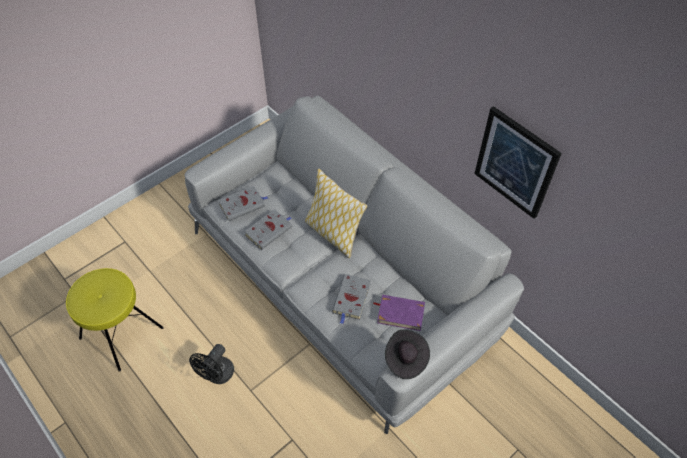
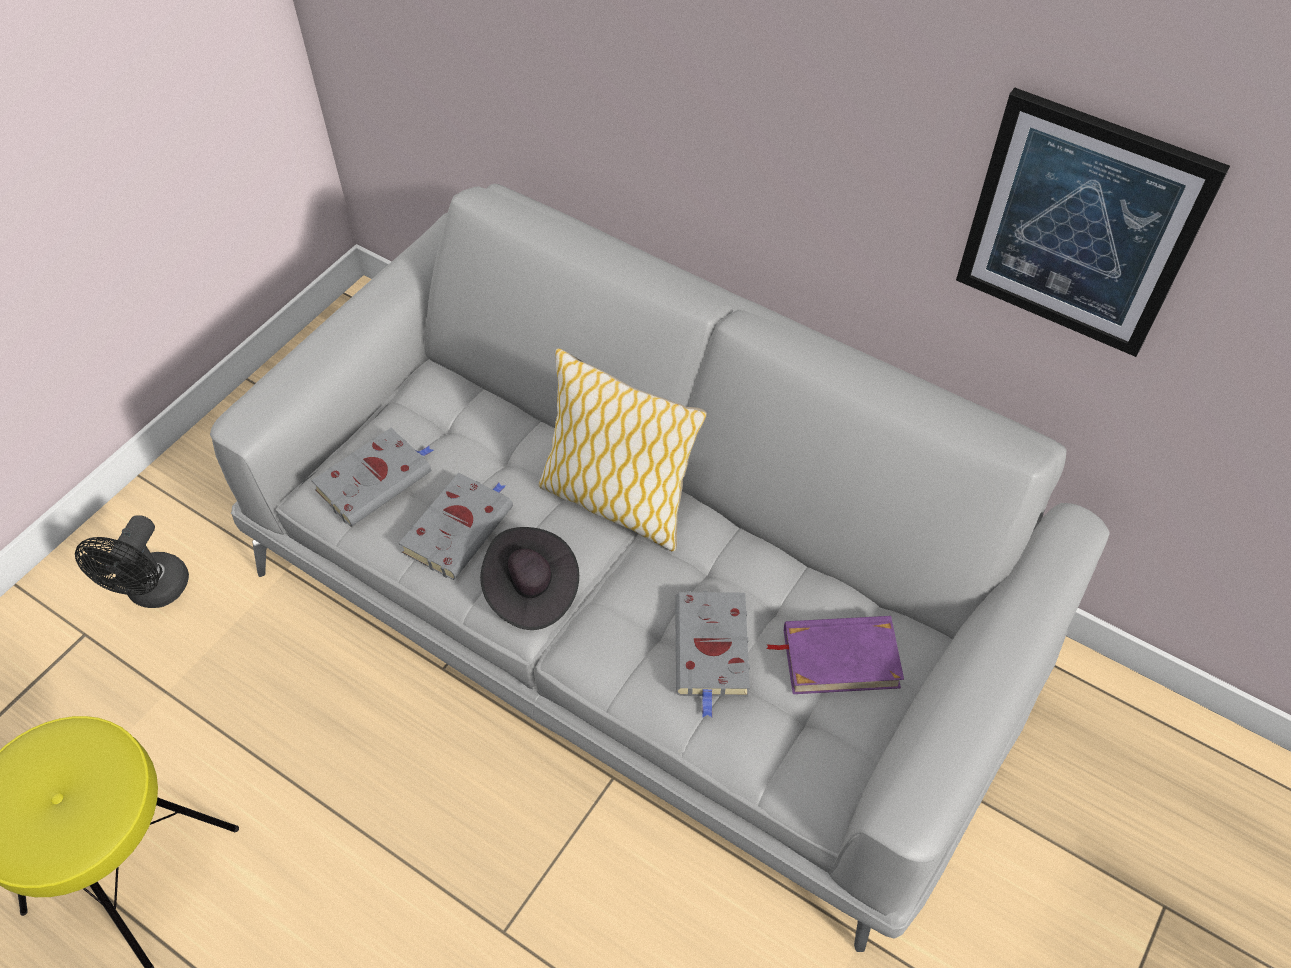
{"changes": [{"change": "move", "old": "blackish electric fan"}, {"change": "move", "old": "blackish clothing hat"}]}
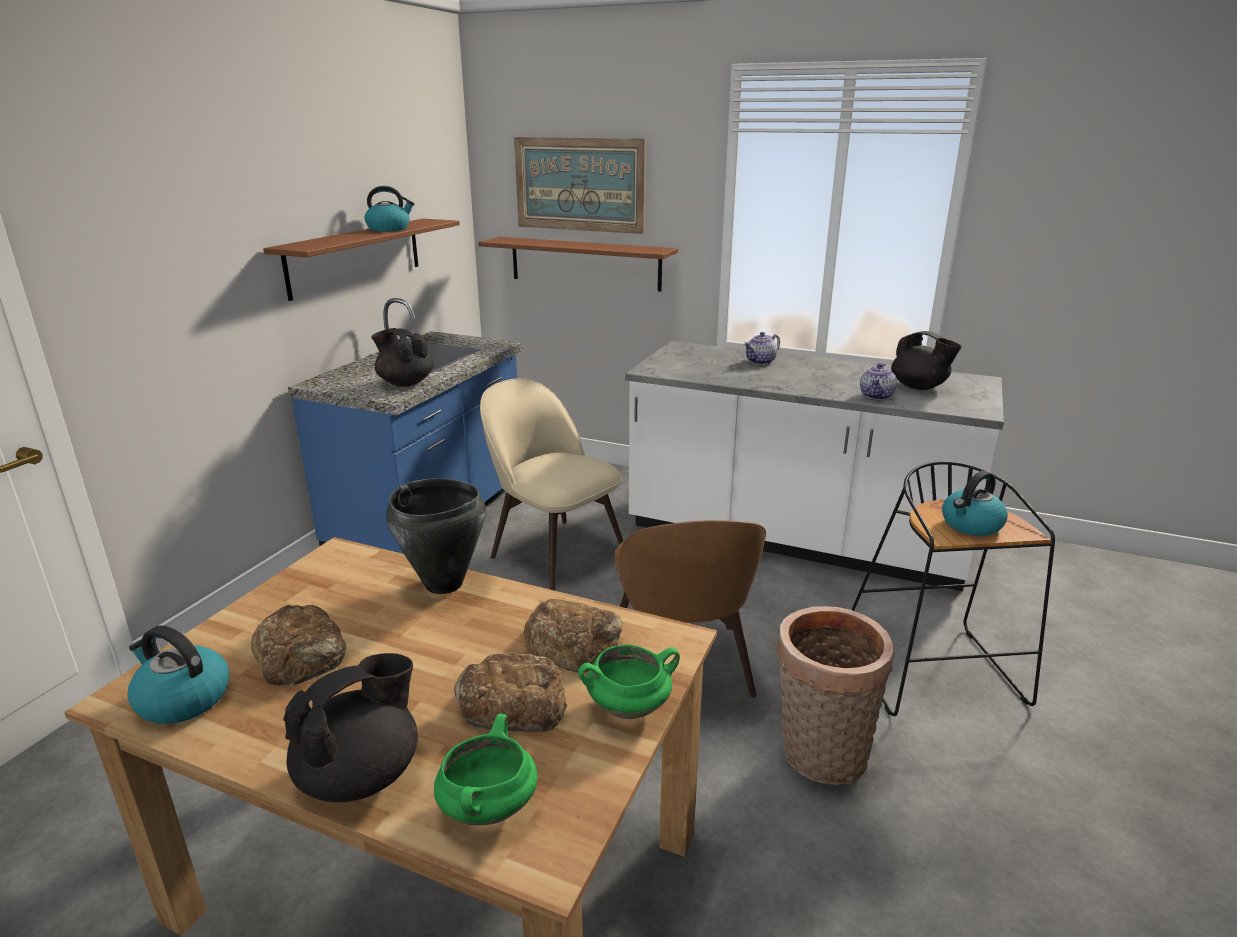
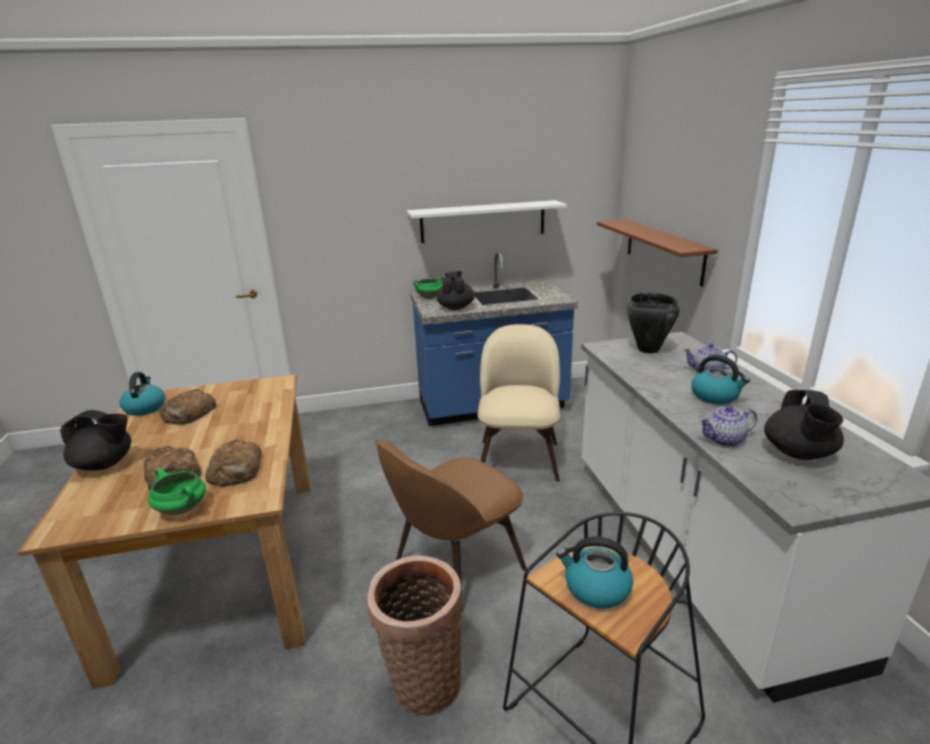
{"changes": [{"change": "recolor", "old": "brownish wall shelf (1st from left)", "new": "white wall shelf"}, {"change": "move", "old": "green-coloured saucepot (1st from left in the first image)", "new": "green-coloured saucepot (2nd from left)"}, {"change": "move", "old": "blackish saucepot"}, {"change": "move", "old": "tea kettle (2nd from left in the first image)", "new": "tea kettle (3rd from left)"}, {"change": "delete", "old": "wall picture"}]}
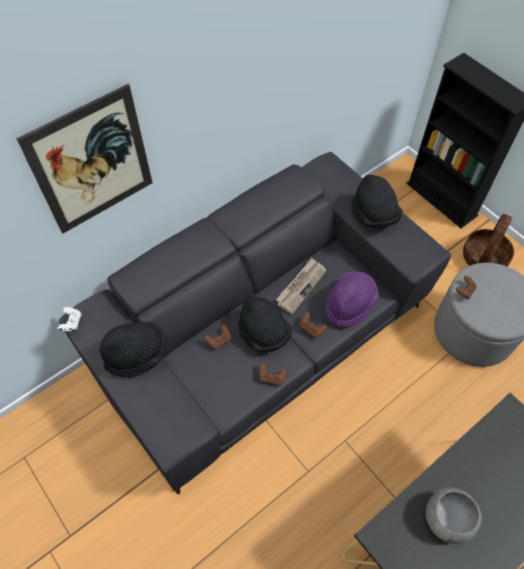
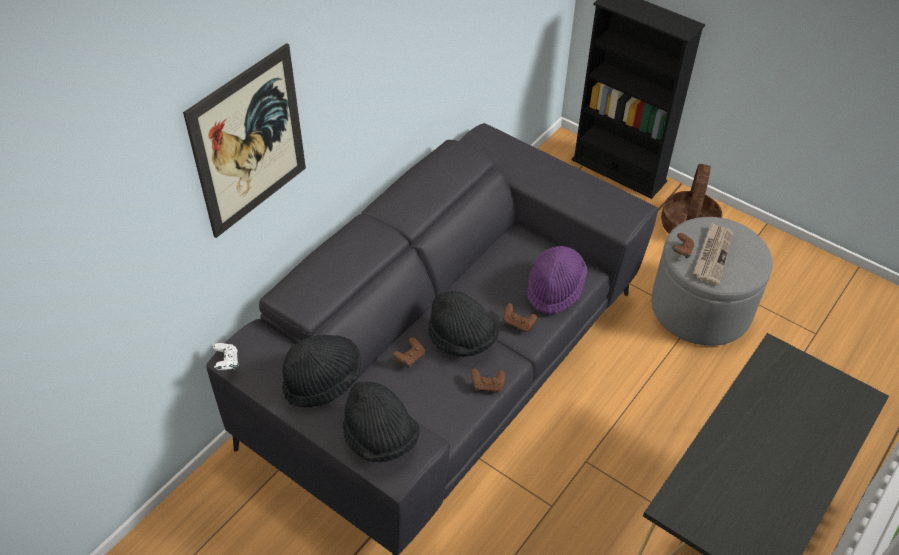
{"changes": [{"change": "move", "old": "blackish clothing hat (3rd from left in the first image)", "new": "blackish clothing hat (2nd from left)"}, {"change": "move", "old": "newspaper"}, {"change": "delete", "old": "gray serving bowl"}]}
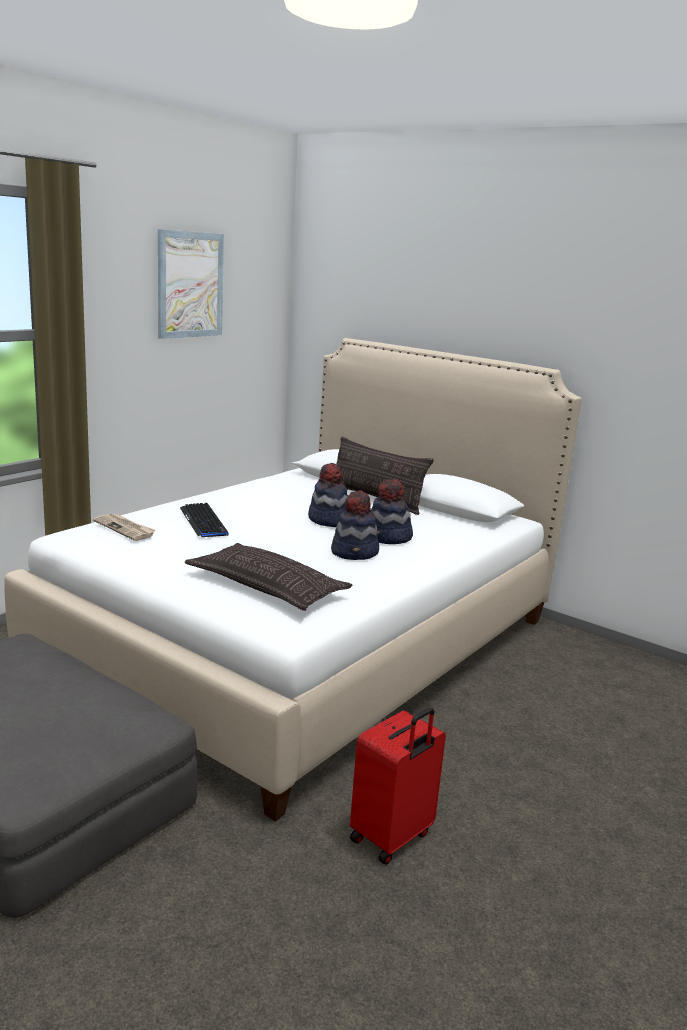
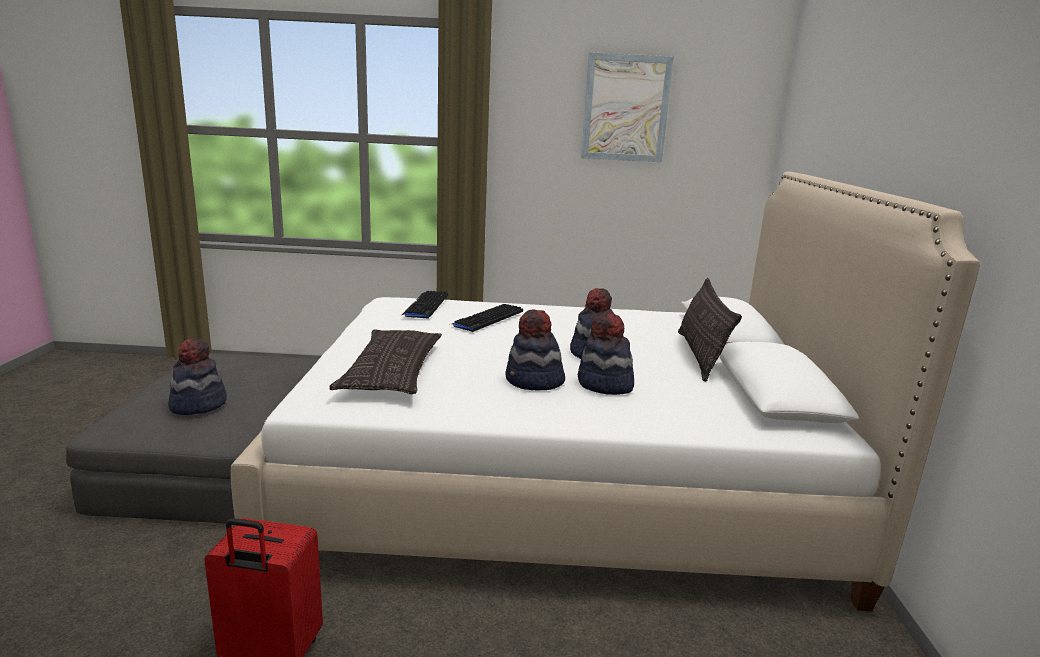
{"changes": [{"change": "insert", "new": "clothing hat (1st from left)"}, {"change": "replace", "old": "newspaper", "new": "PC keyboard (1st from left)"}]}
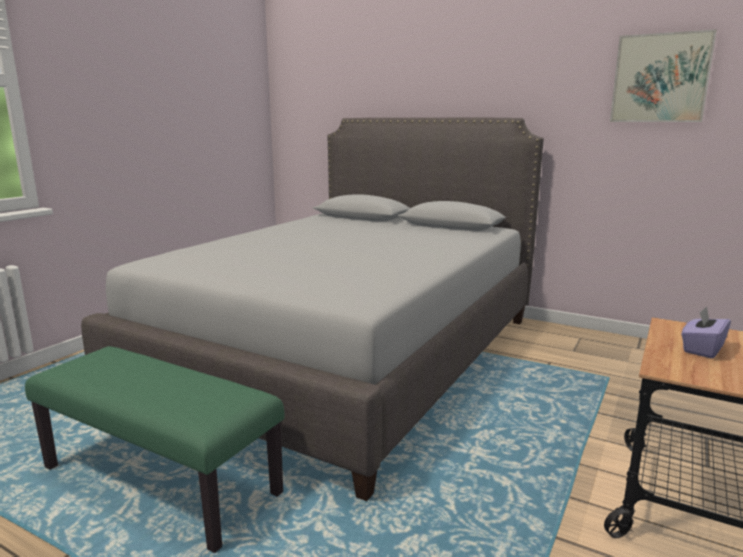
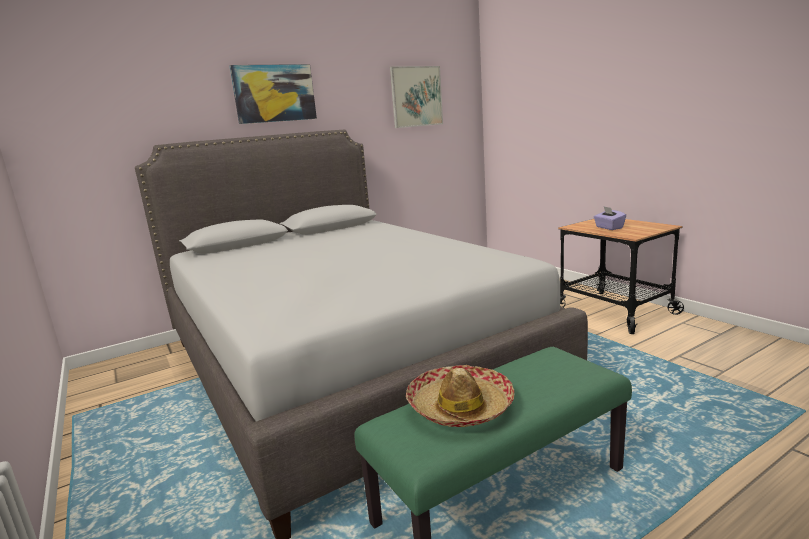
{"changes": [{"change": "insert", "new": "wall picture (1st from left)"}, {"change": "insert", "new": "clothing hat"}]}
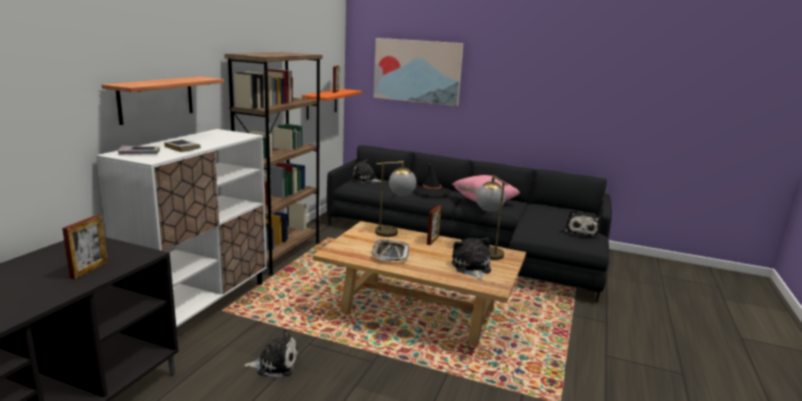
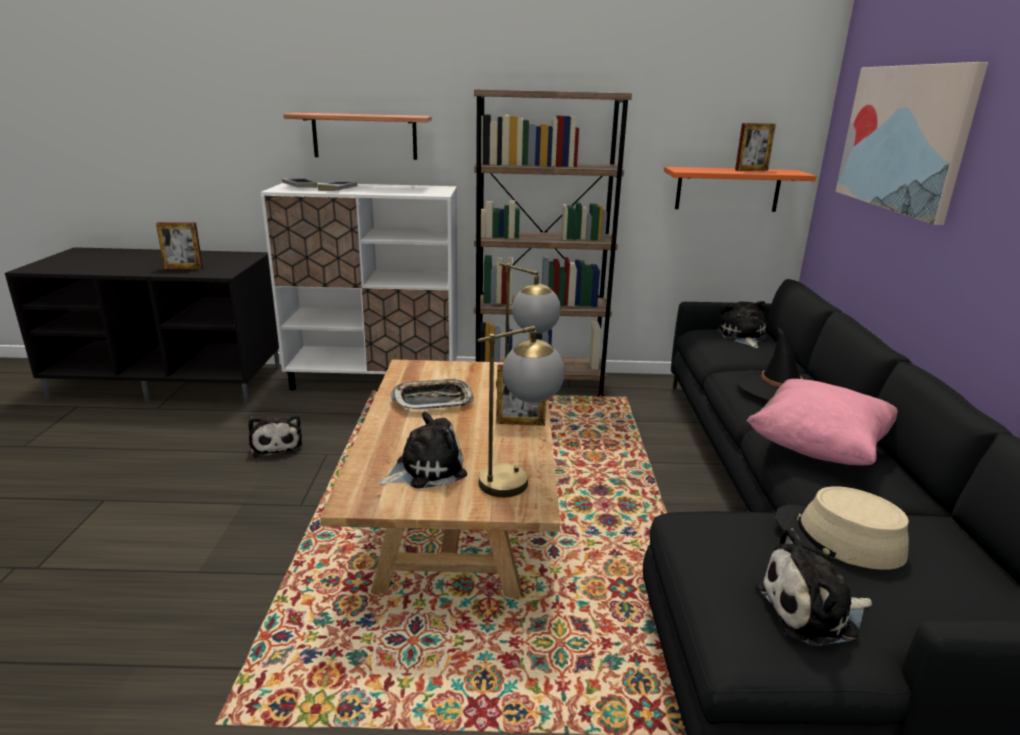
{"changes": [{"change": "insert", "new": "beige-coloured clothing hat"}]}
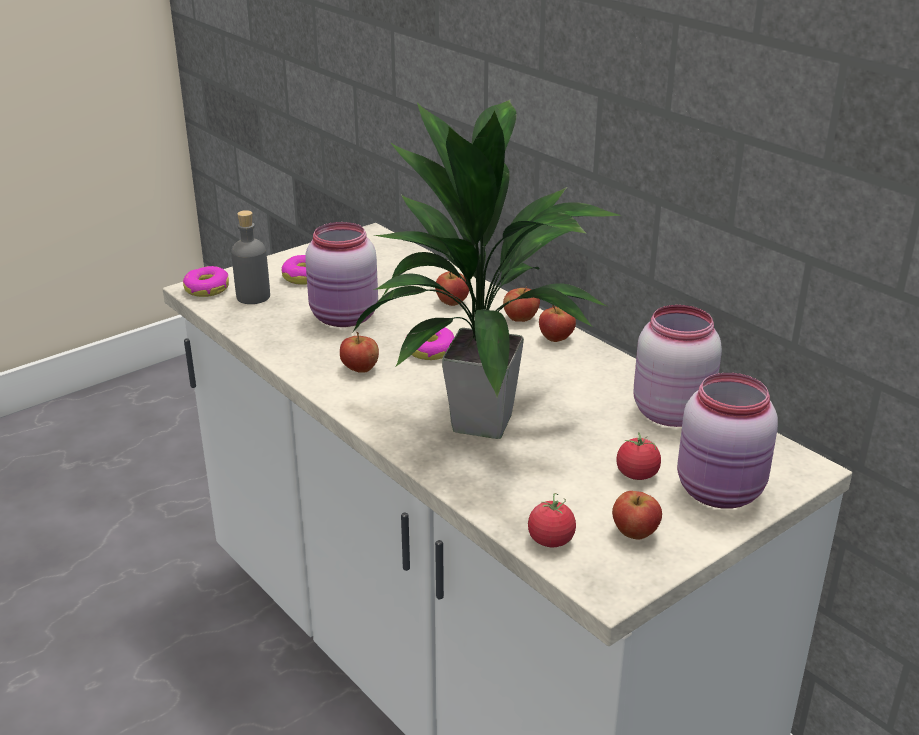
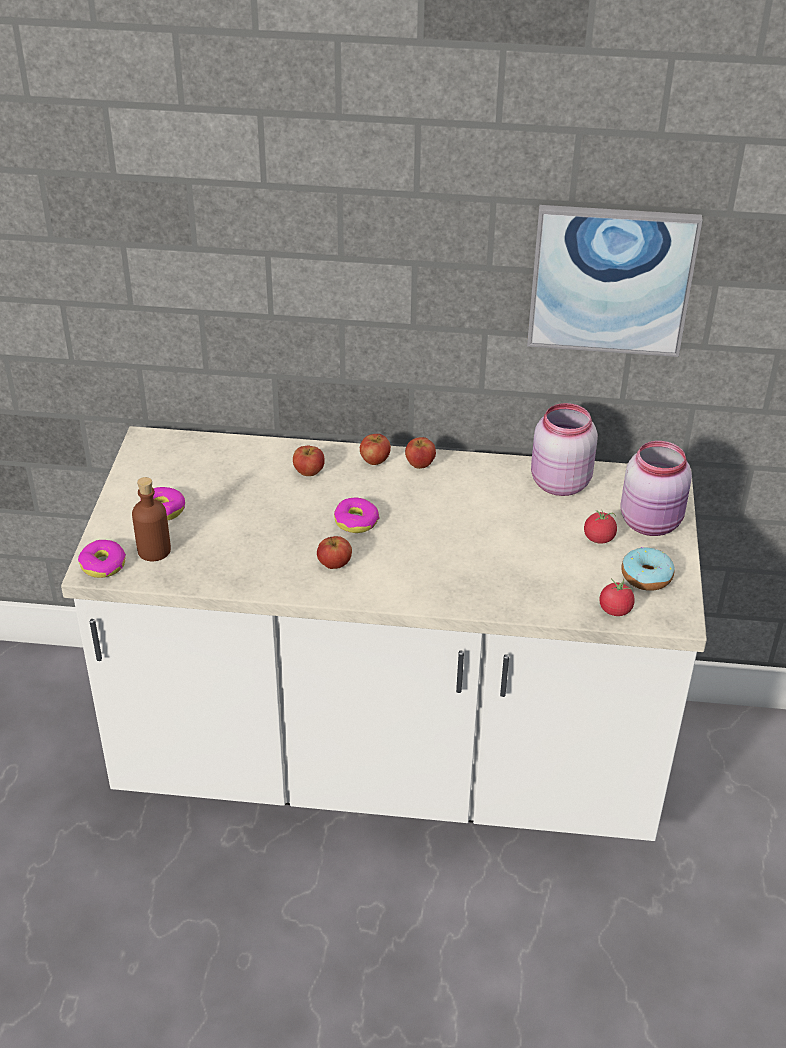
{"changes": [{"change": "recolor", "old": "gray drink bottle", "new": "brownish drink bottle"}, {"change": "insert", "new": "wall picture"}, {"change": "replace", "old": "apple fruit (5th from left)", "new": "doughnut (4th from left)"}, {"change": "delete", "old": "pinkish jar (1st from left)"}, {"change": "delete", "old": "plant in a pot"}]}
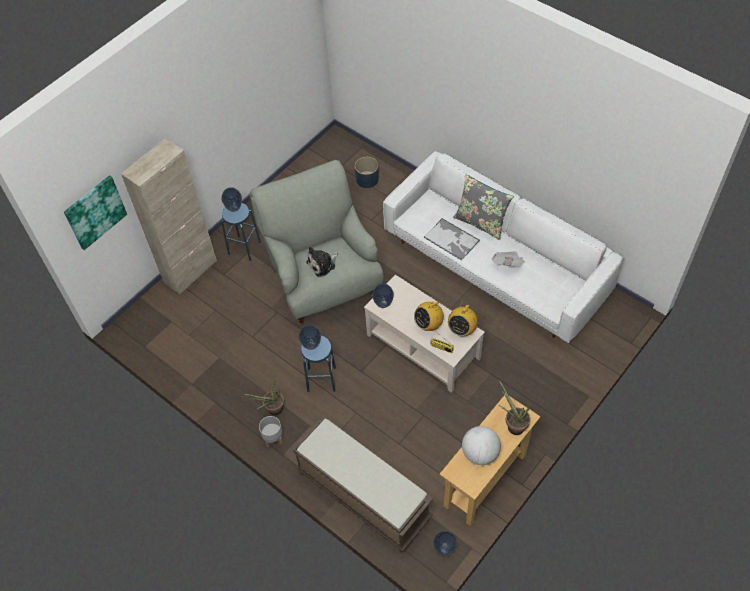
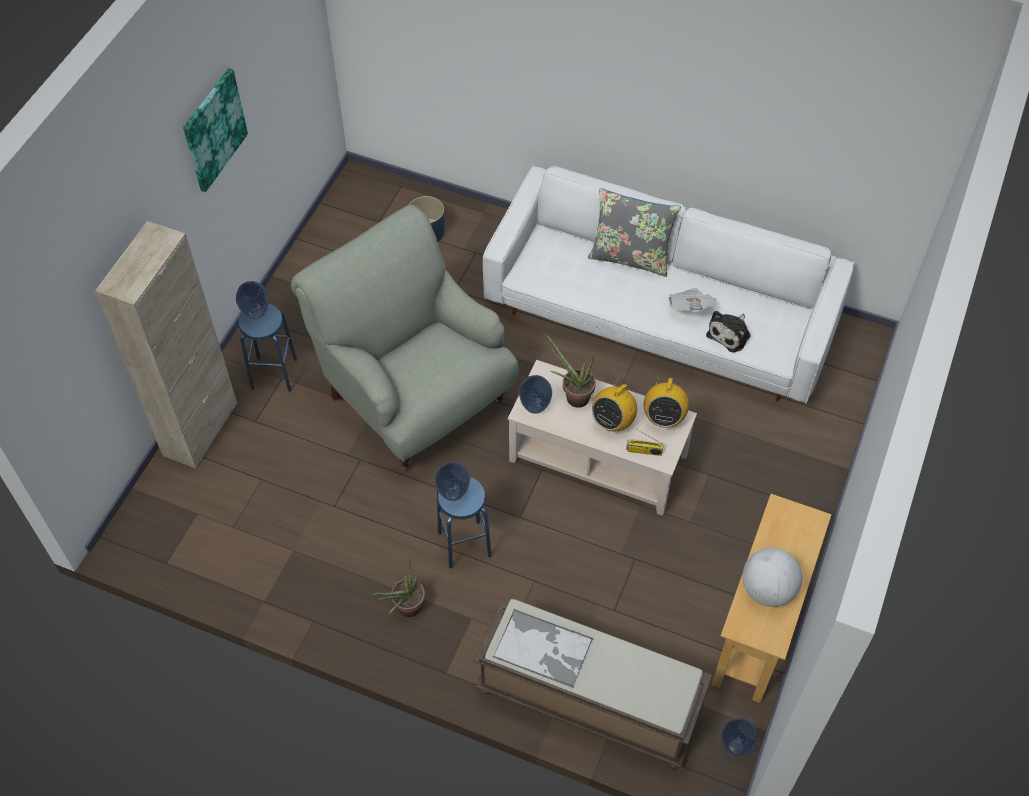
{"changes": [{"change": "move", "old": "wall picture"}, {"change": "move", "old": "serving tray"}, {"change": "move", "old": "plant in a pot (2nd from left)"}, {"change": "move", "old": "cuddly toy"}, {"change": "delete", "old": "gray flower pot"}]}
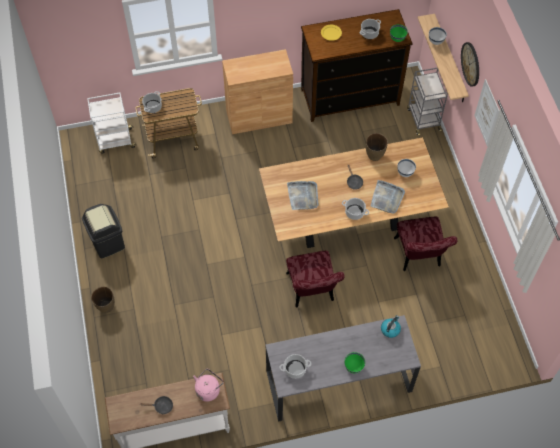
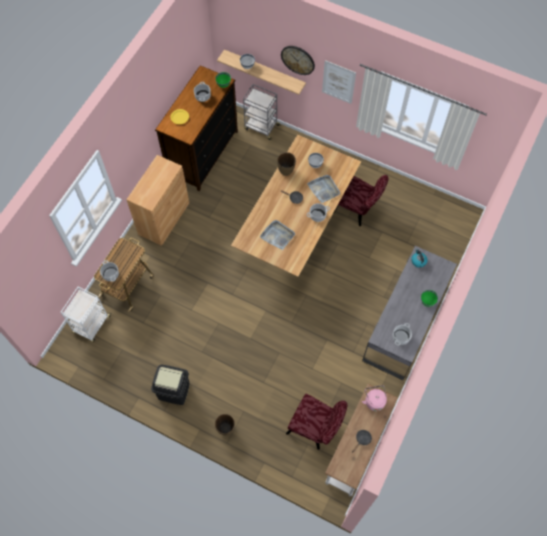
{"changes": [{"change": "move", "old": "red chair (1st from left)"}]}
